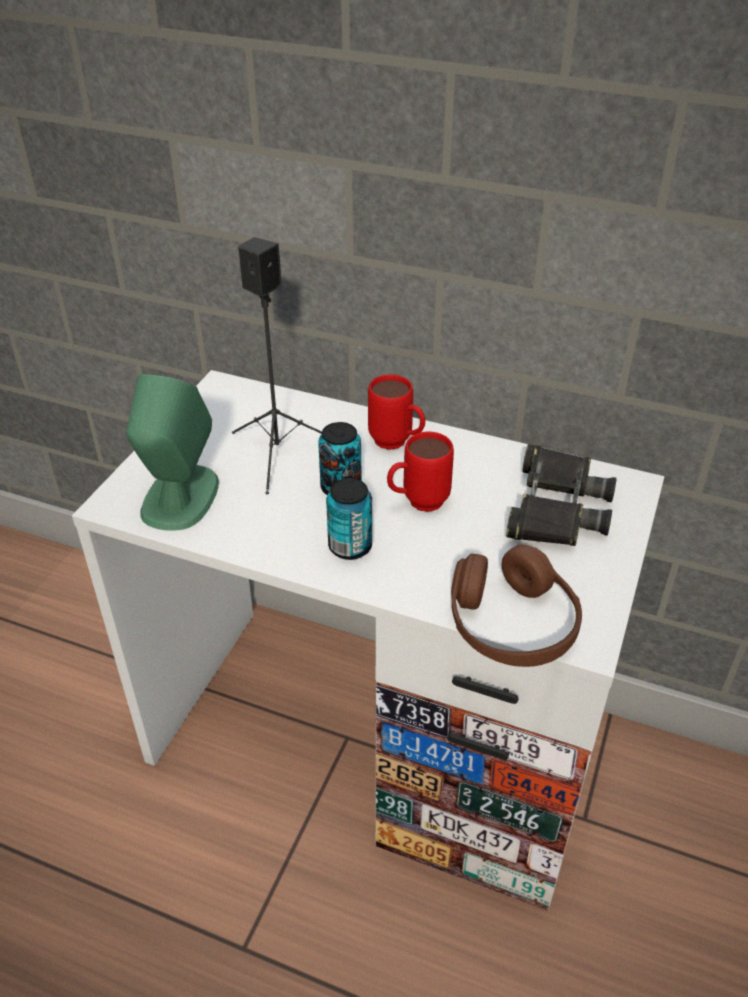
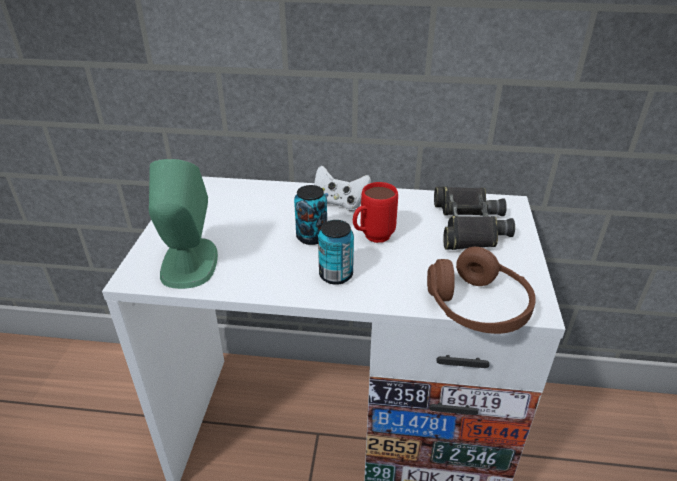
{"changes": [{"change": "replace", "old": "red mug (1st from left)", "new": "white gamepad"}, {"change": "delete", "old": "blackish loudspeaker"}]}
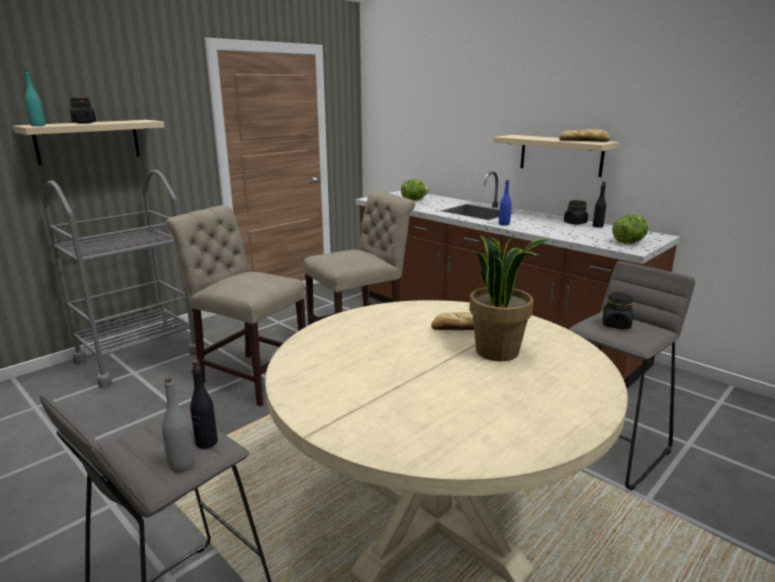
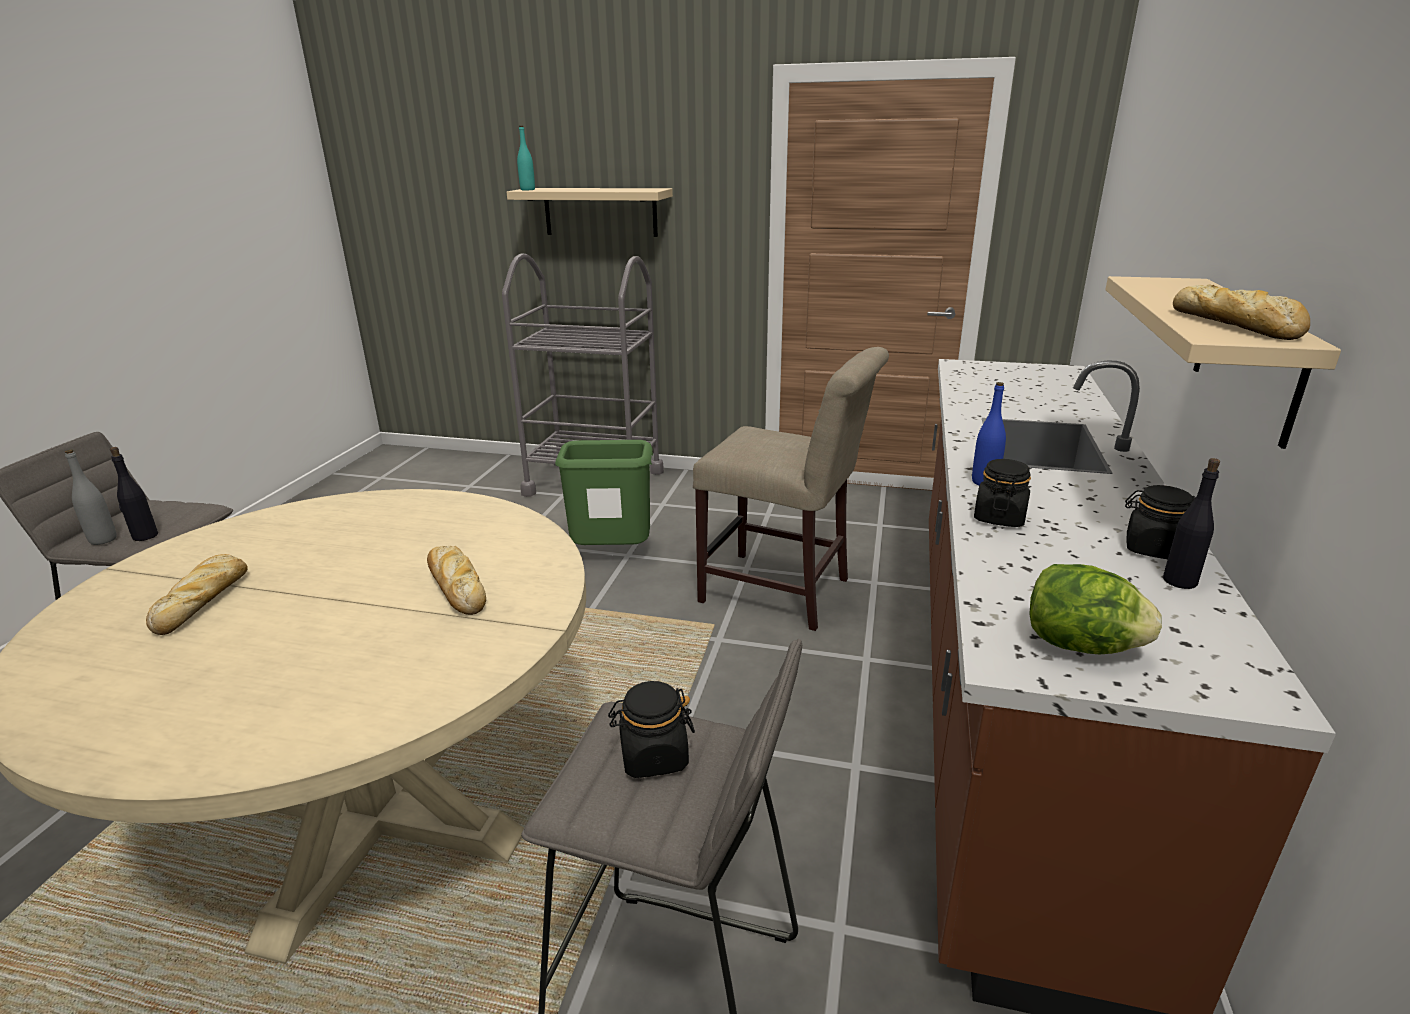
{"changes": [{"change": "insert", "new": "baked bread (1st from left)"}, {"change": "replace", "old": "beige-coloured chair (1st from left)", "new": "green-coloured waste bin"}, {"change": "move", "old": "blackish jar (1st from left in the first image)", "new": "blackish jar (2nd from left)"}, {"change": "delete", "old": "head of lettuce (1st from left)"}, {"change": "delete", "old": "plant in a pot"}]}
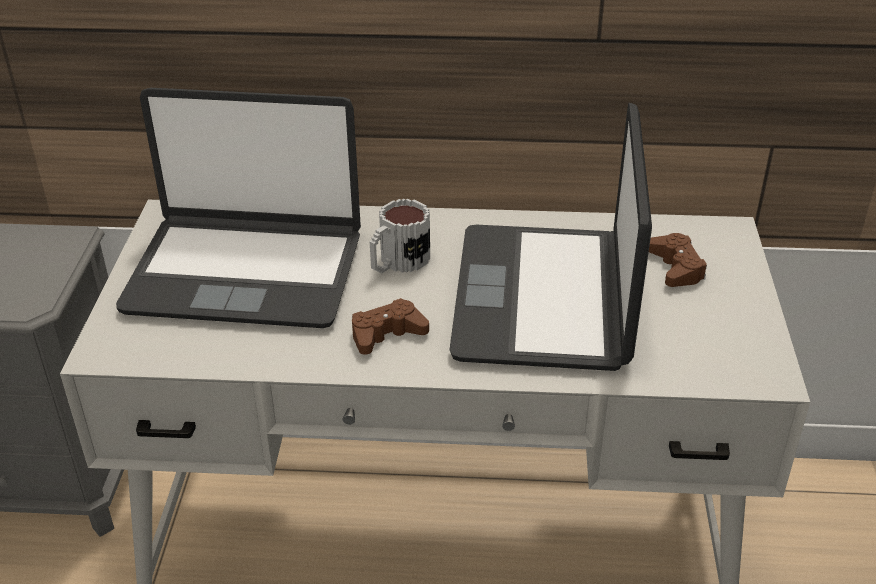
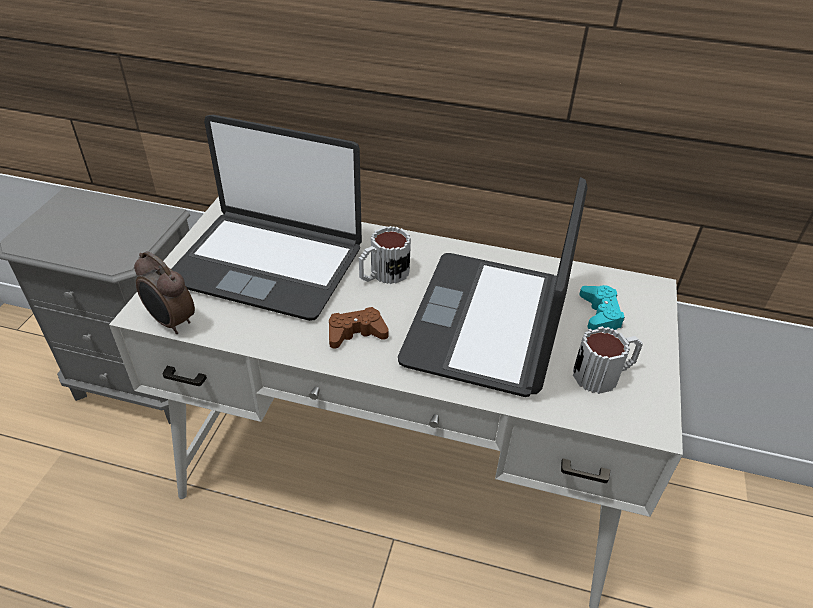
{"changes": [{"change": "insert", "new": "table clock"}, {"change": "insert", "new": "mug (2nd from left)"}, {"change": "recolor", "old": "brownish gamepad (2nd from left)", "new": "turquoise gamepad"}]}
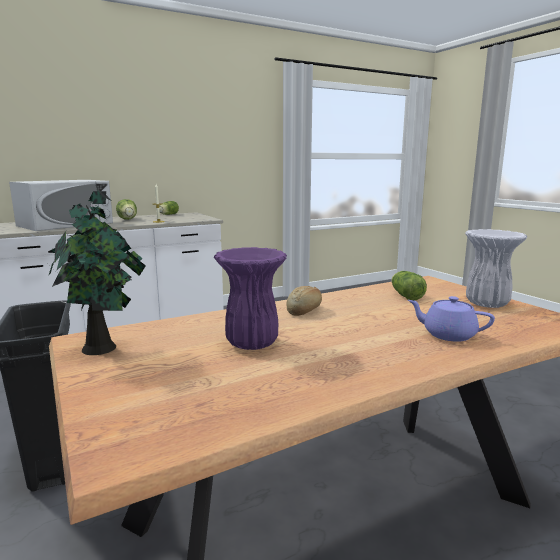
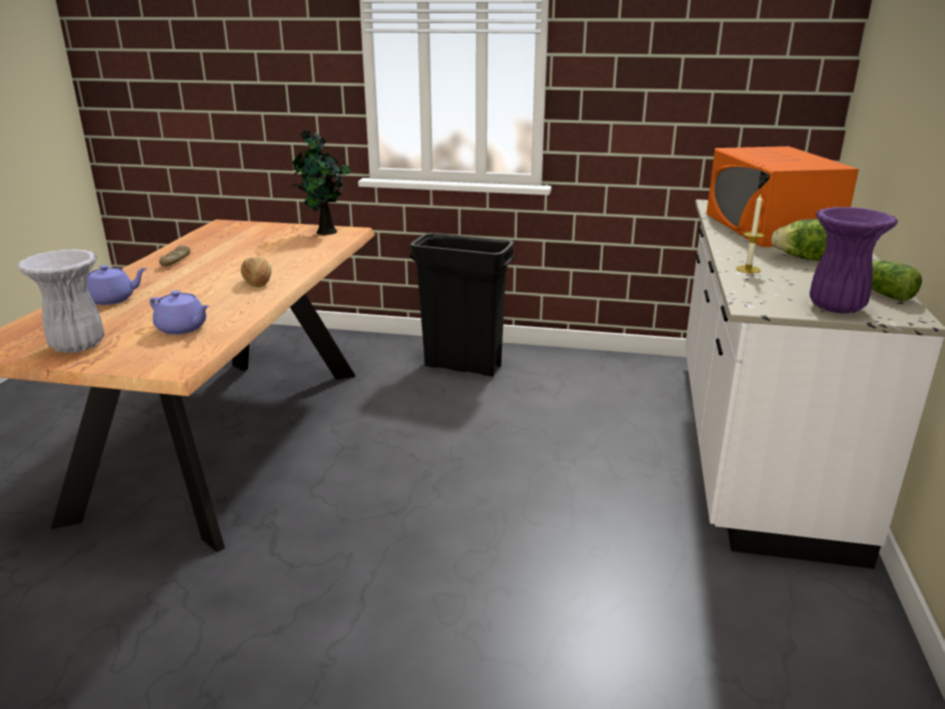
{"changes": [{"change": "replace", "old": "head of lettuce (3rd from left)", "new": "purplish pot for tea (2nd from left)"}, {"change": "insert", "new": "baked bread (1st from left)"}, {"change": "recolor", "old": "white microwave oven", "new": "orange-coloured microwave oven"}, {"change": "move", "old": "purplish decorative vase"}]}
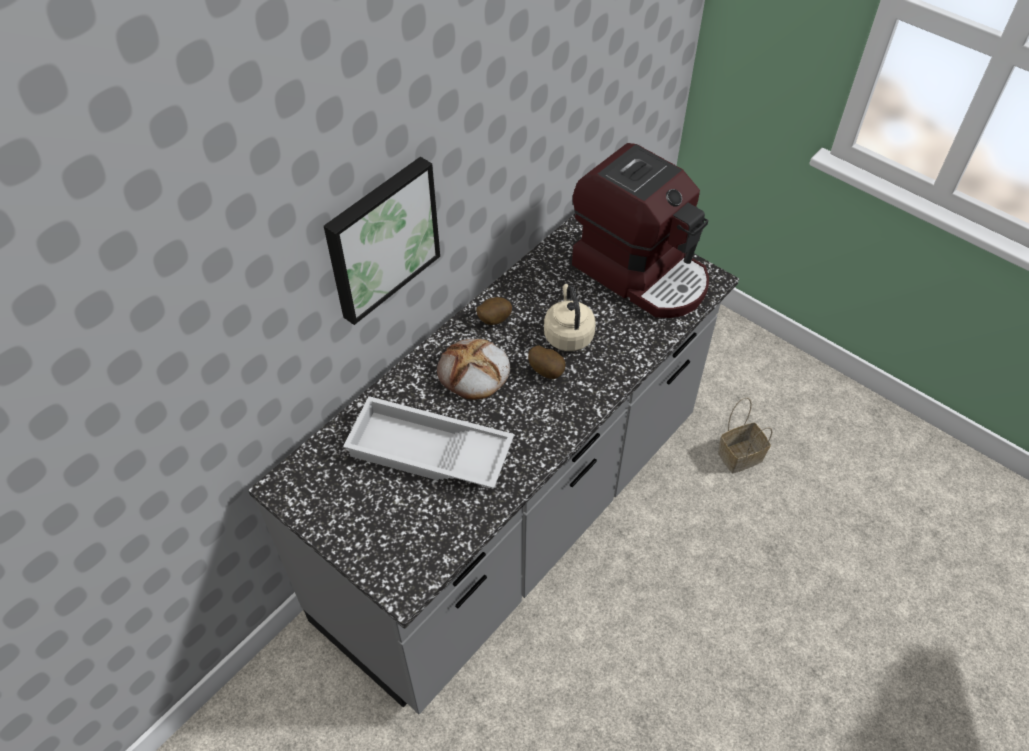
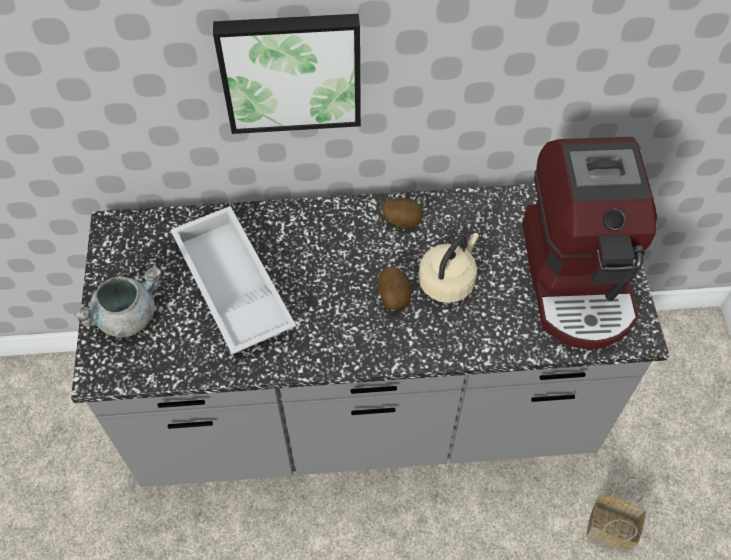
{"changes": [{"change": "insert", "new": "gray saucepot"}, {"change": "delete", "old": "baked bread"}]}
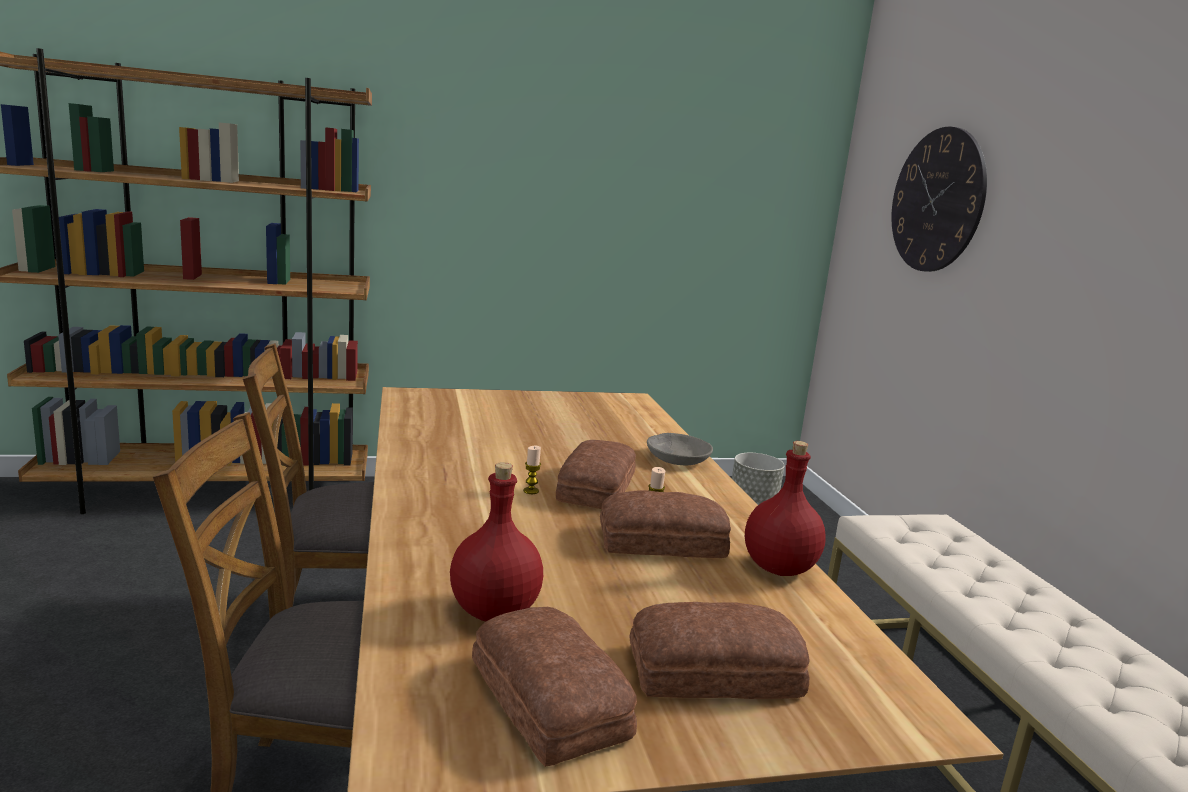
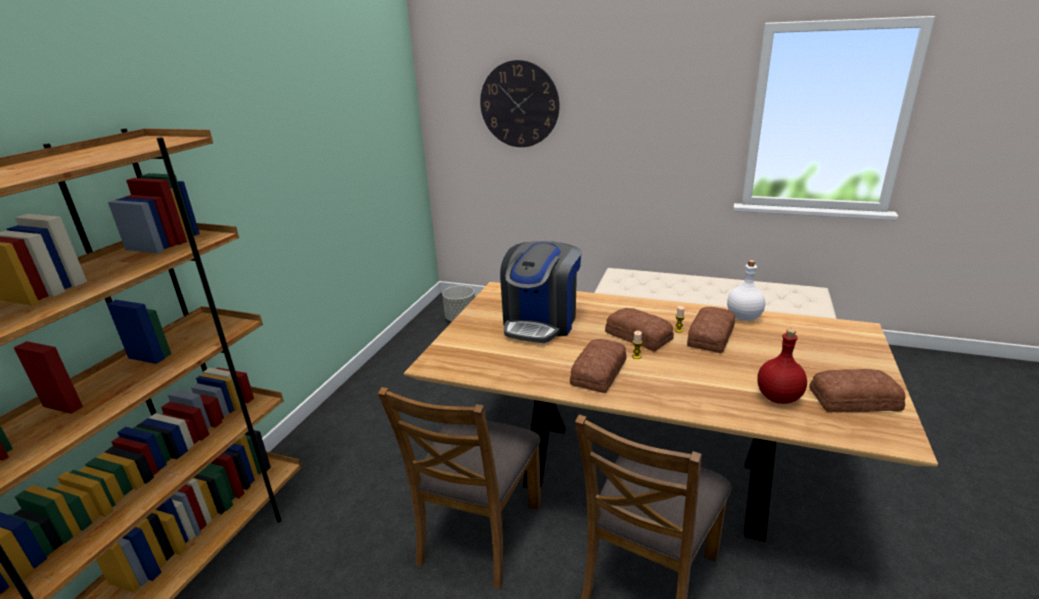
{"changes": [{"change": "insert", "new": "coffee brewer"}, {"change": "move", "old": "baked bread (4th from left in the first image)", "new": "baked bread (1st from left)"}, {"change": "recolor", "old": "red drink bottle (2nd from left)", "new": "white drink bottle"}, {"change": "delete", "old": "gray serving bowl"}]}
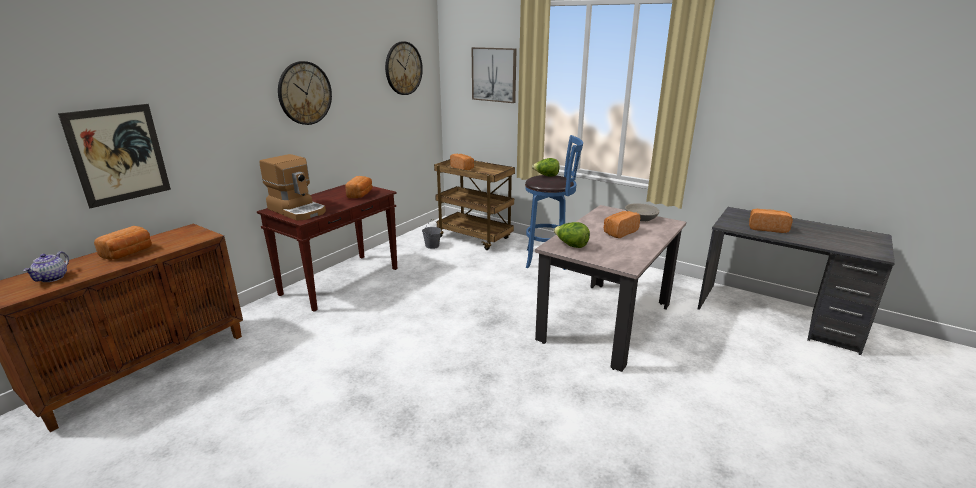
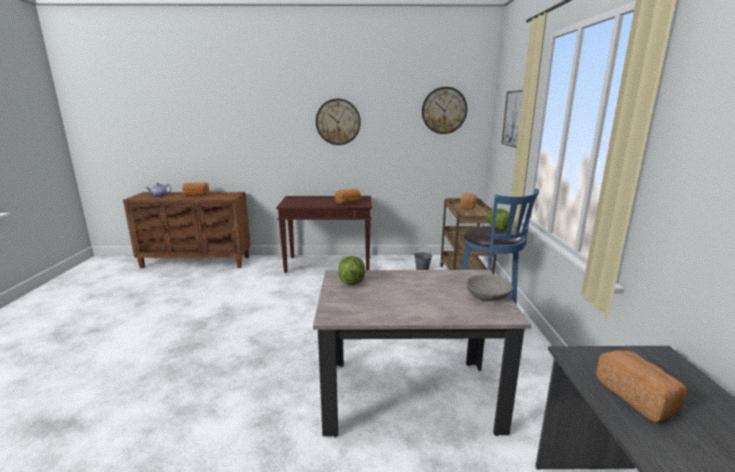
{"changes": [{"change": "delete", "old": "wall picture (1st from left)"}, {"change": "delete", "old": "coffee brewer"}, {"change": "delete", "old": "baked bread (4th from left)"}]}
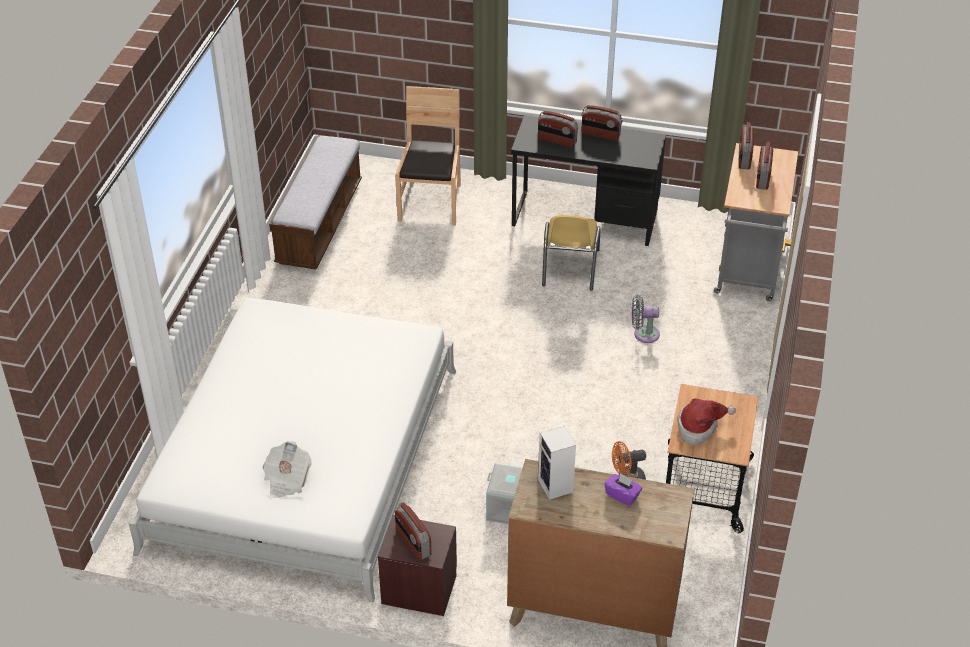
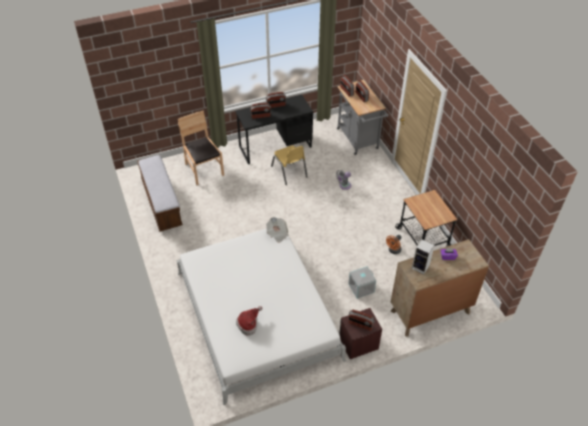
{"changes": [{"change": "move", "old": "clothing hat"}, {"change": "move", "old": "newspaper"}]}
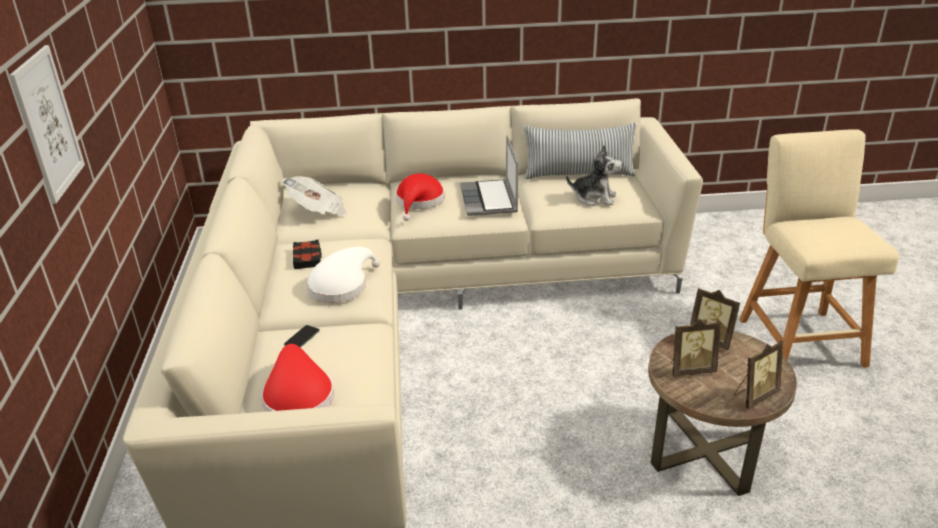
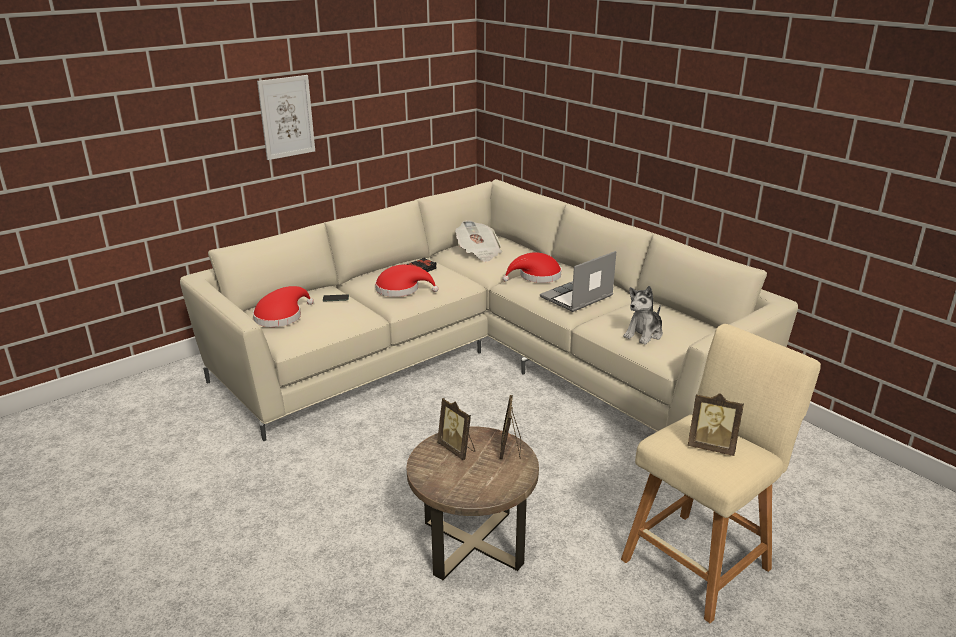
{"changes": [{"change": "recolor", "old": "white clothing hat", "new": "red clothing hat (2nd from left)"}, {"change": "rotate", "old": "cuddly toy", "degrees": 60}, {"change": "move", "old": "standing frame (3rd from left)"}, {"change": "delete", "old": "throw pillow"}]}
